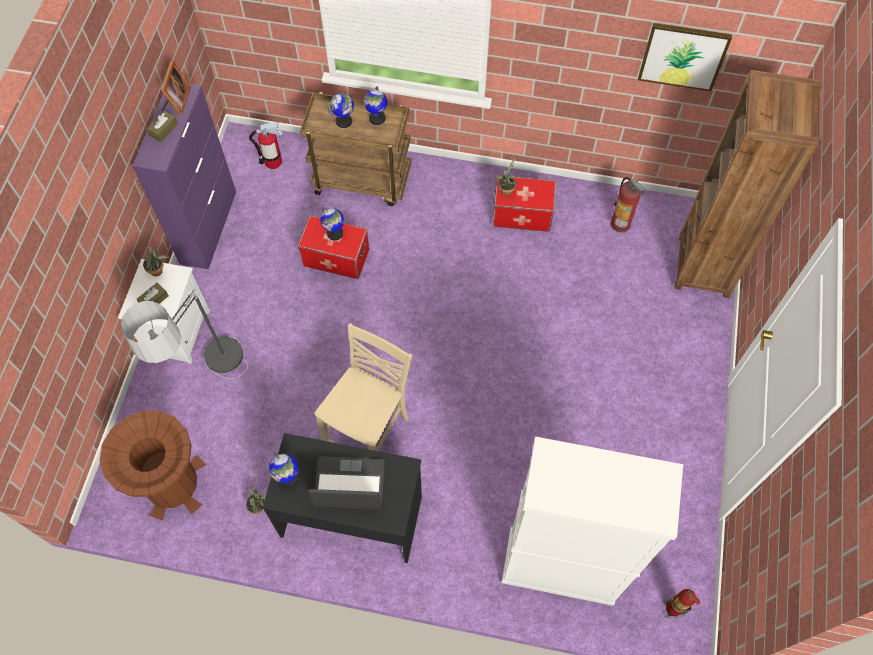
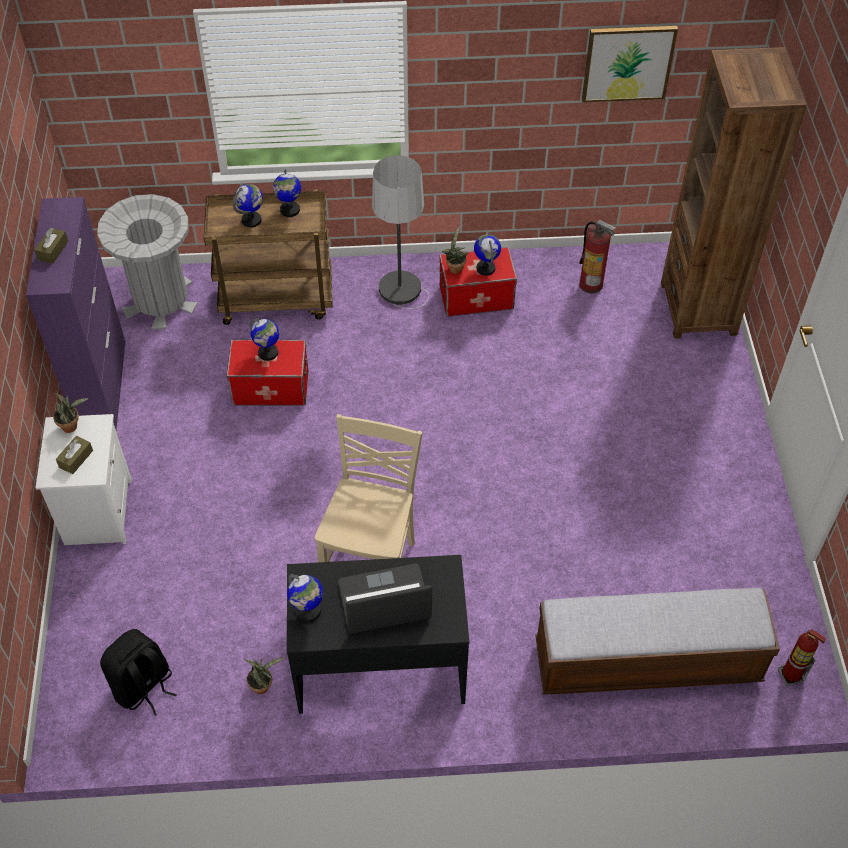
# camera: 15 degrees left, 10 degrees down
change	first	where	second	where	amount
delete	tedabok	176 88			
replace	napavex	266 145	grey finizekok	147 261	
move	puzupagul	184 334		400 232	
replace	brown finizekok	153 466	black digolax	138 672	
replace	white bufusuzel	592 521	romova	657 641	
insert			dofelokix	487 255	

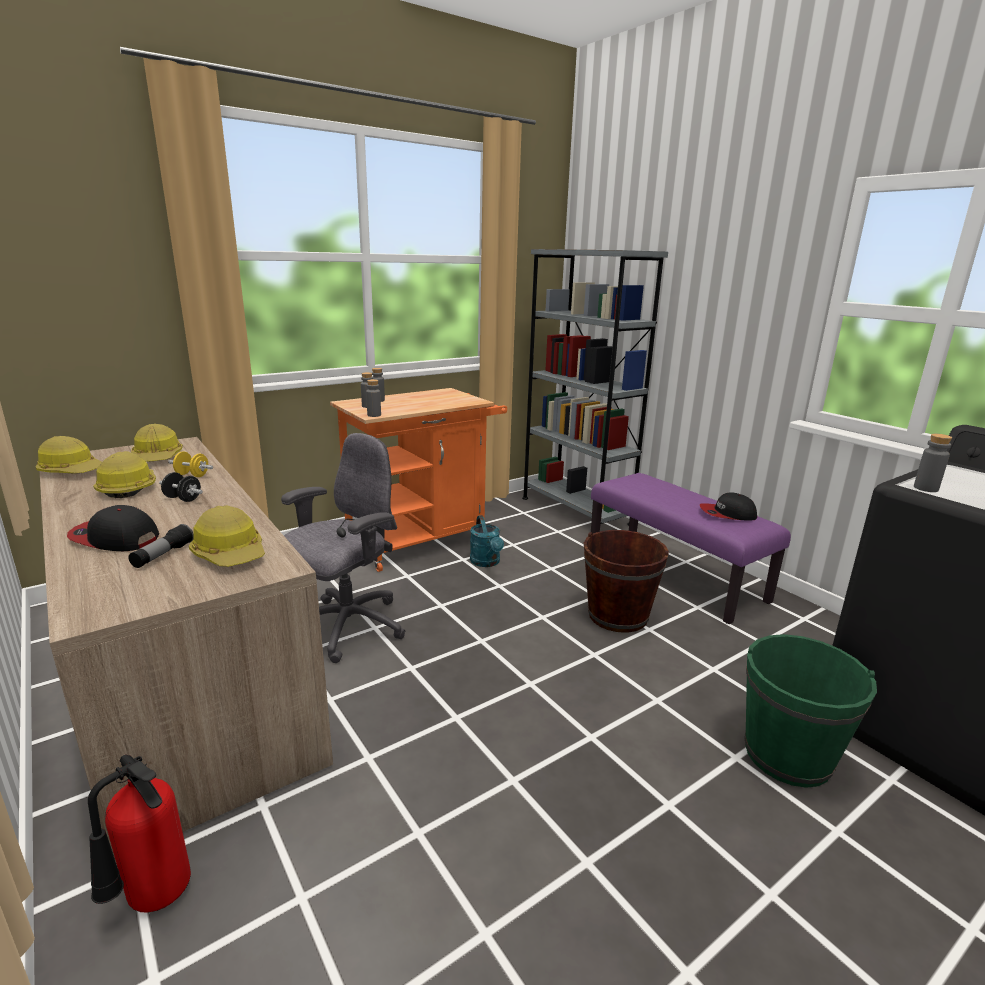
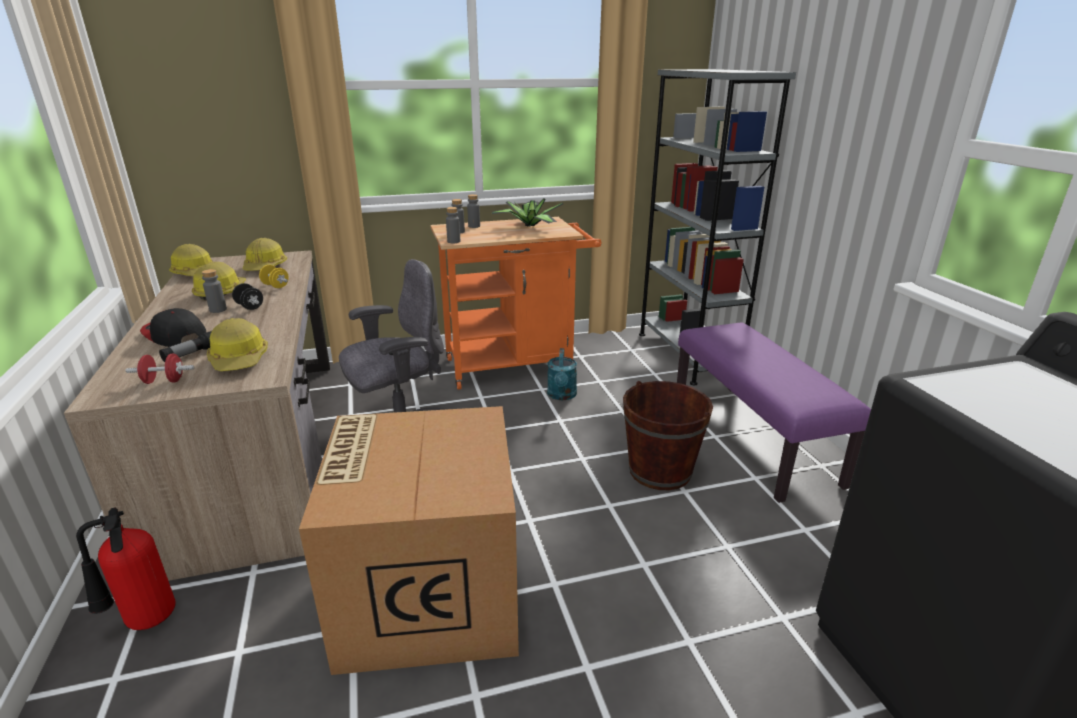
# camera: 20 degrees right, 5 degrees up
change	first	where	second	where	amount
move	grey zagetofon	933 463		214 291	
delete	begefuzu	728 506			
delete	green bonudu	811 711			
insert			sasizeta	527 213	
insert			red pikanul	160 369	
insert			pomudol	409 540	

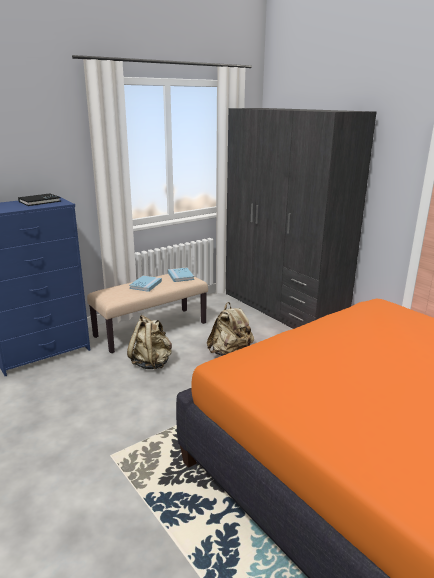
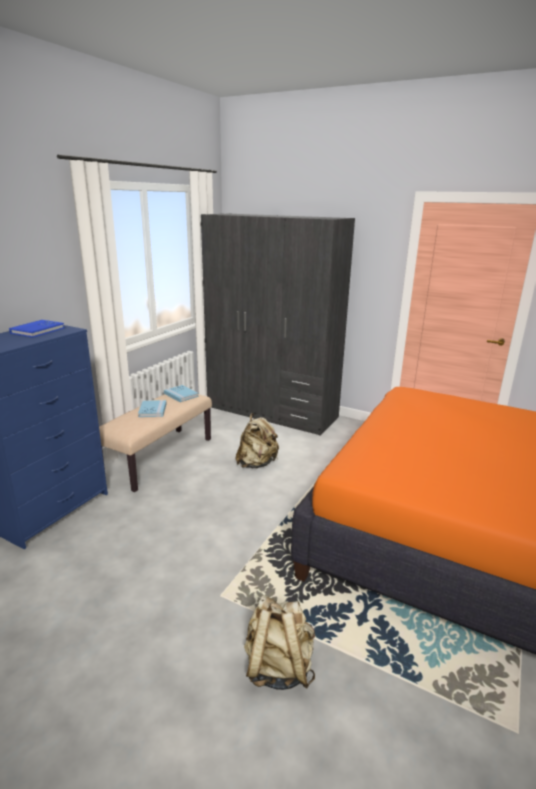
# camera: 25 degrees left, 0 degrees up
change	first	where	second	where	amount
recolor	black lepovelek	39 199	blue lepovelek	37 329	
move	beige digolax	149 342		279 642	

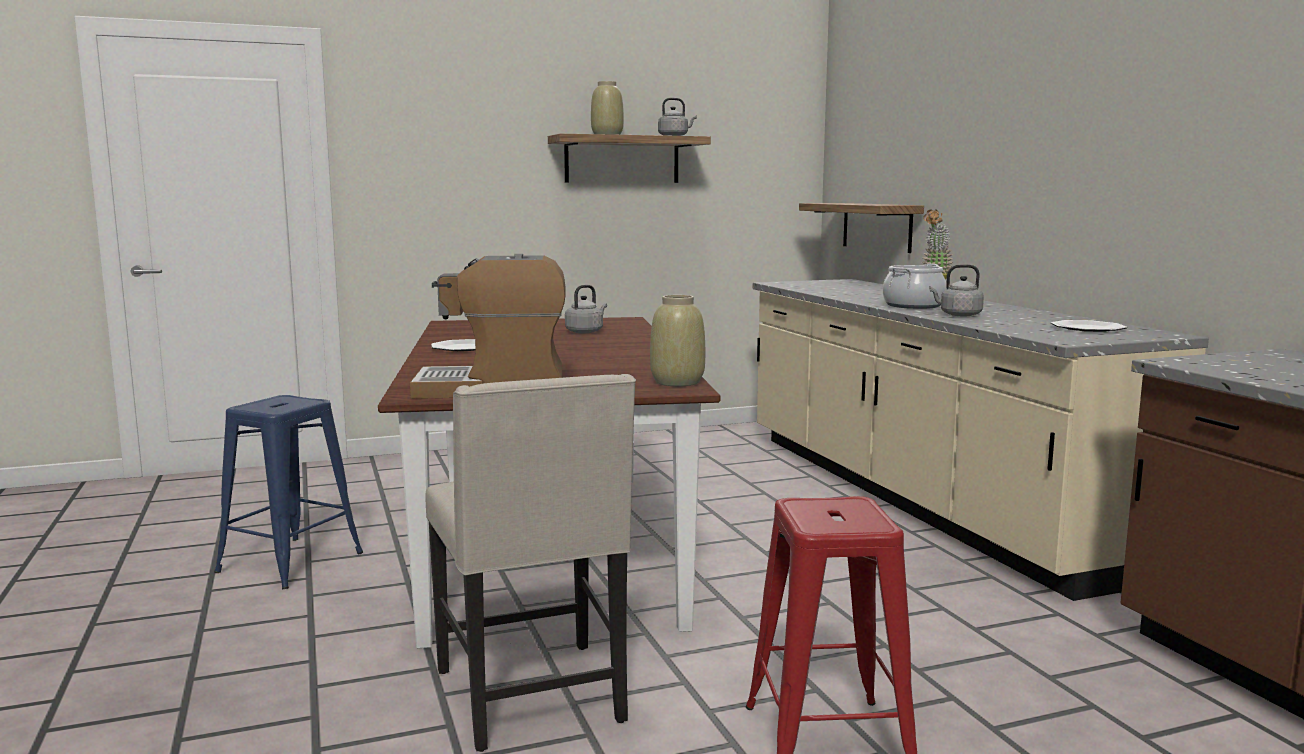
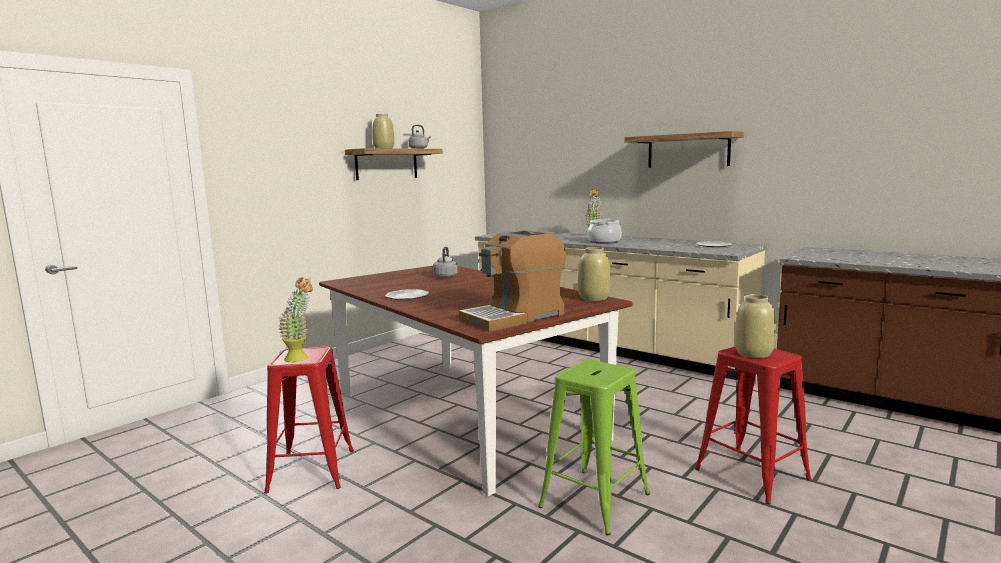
# camera: 30 degrees left, 0 degrees up
change	first	where	second	where	amount
move	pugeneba	861 228		684 149	
delete	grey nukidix	956 290			
replace	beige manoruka	530 563	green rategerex	594 447	
recolor	blue rategerex	288 492	red rategerex	309 420	
insert			sasizeta	295 319	
insert			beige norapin	755 326	

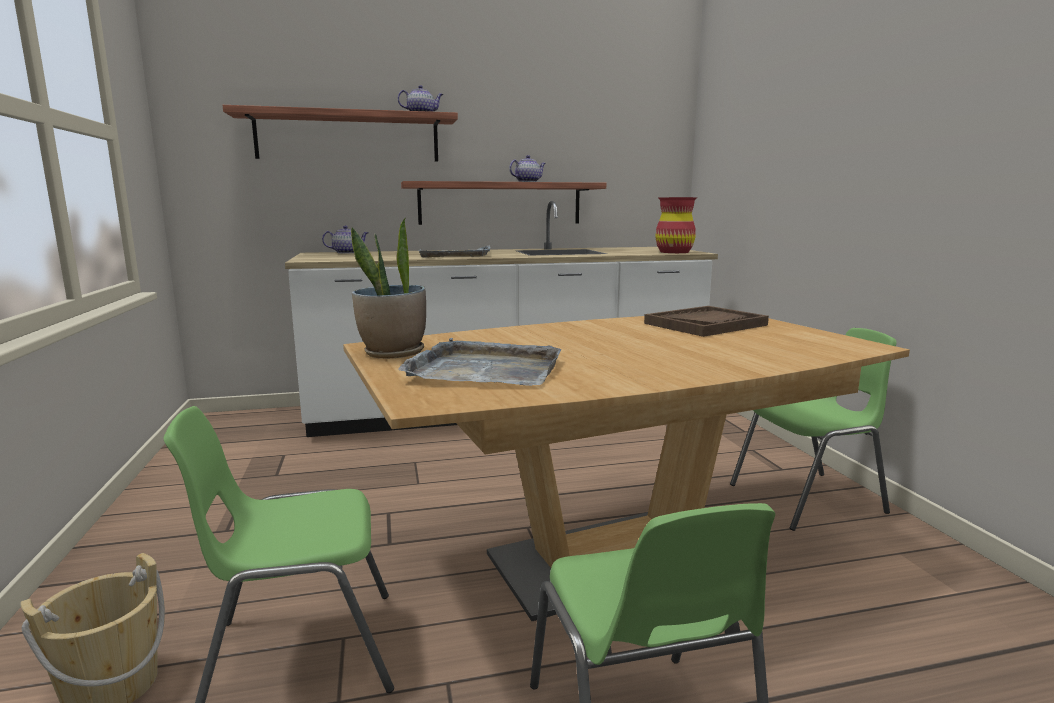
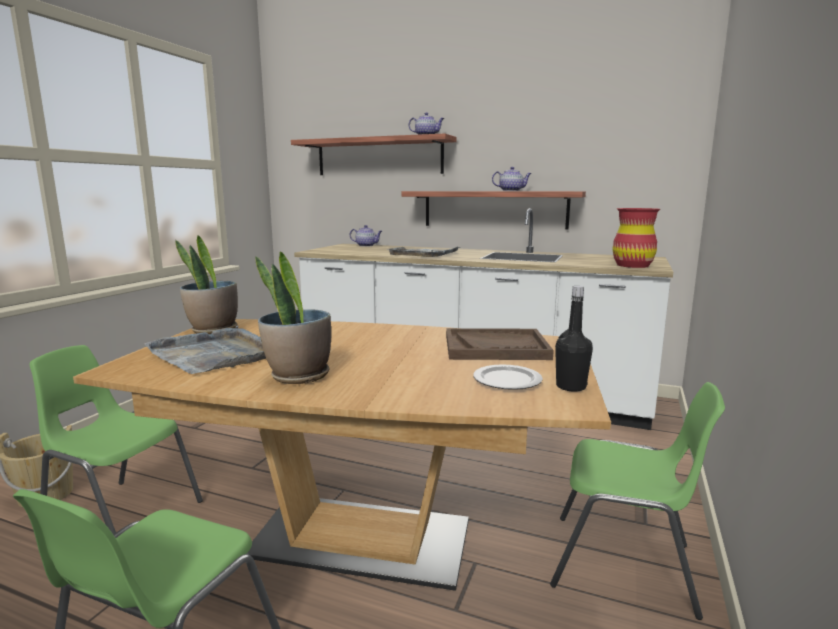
# camera: 35 degrees right, 0 degrees up
change	first	where	second	where	amount
insert			sasizeta	293 318	
insert			black zagetofon	574 339	
insert			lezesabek	508 377	

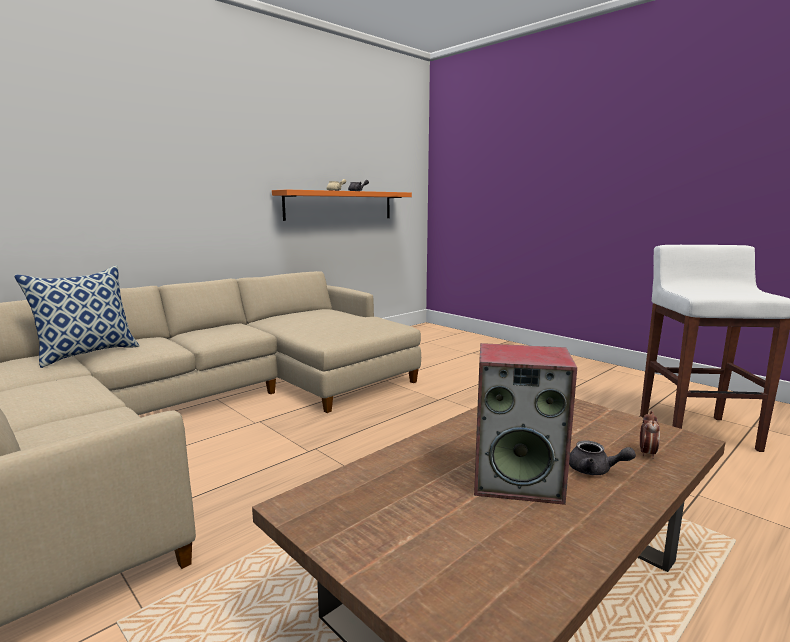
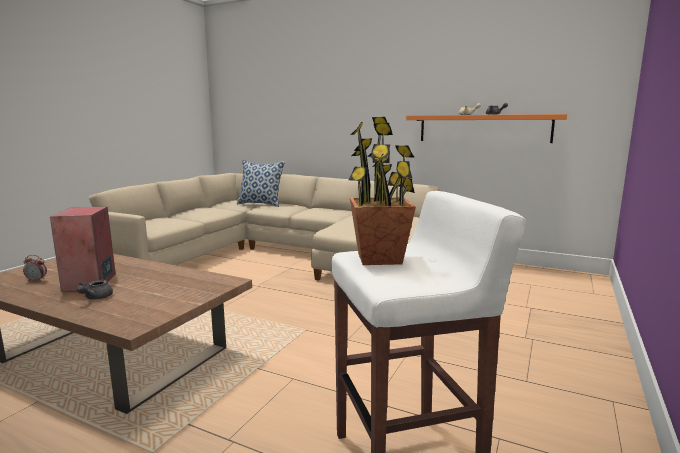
# camera: 70 degrees right, 0 degrees up
change	first	where	second	where	amount
move	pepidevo	650 434		35 268	
insert			sasizeta	382 191	

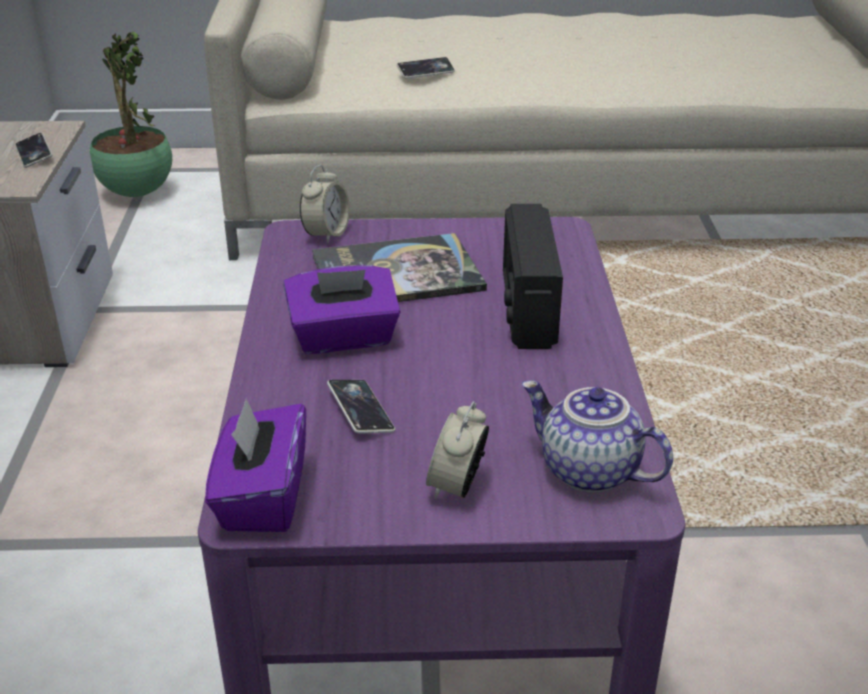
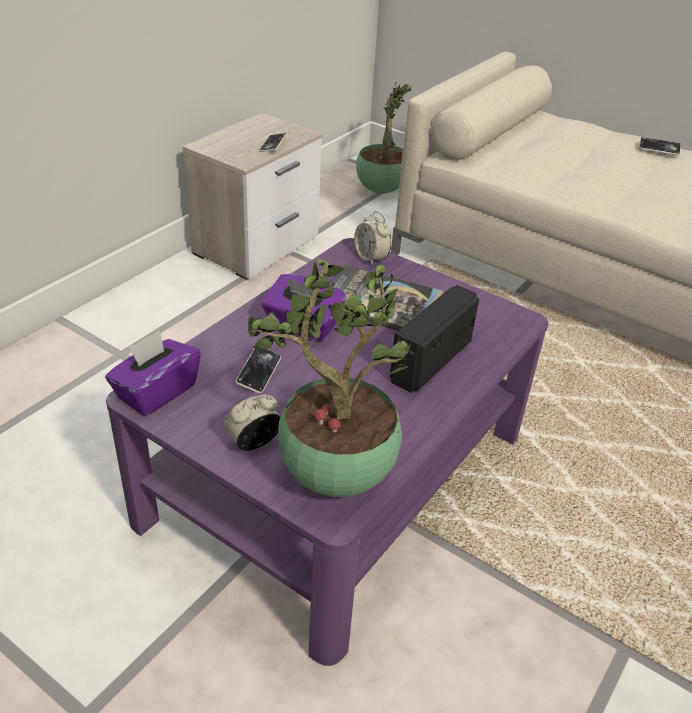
# camera: 35 degrees right, 5 degrees up
change	first	where	second	where	amount
move	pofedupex	426 68		660 146	
rotate	pepidevo	325 204		372 238	90 degrees clockwise
replace	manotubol	597 436	sasizeta	329 377	

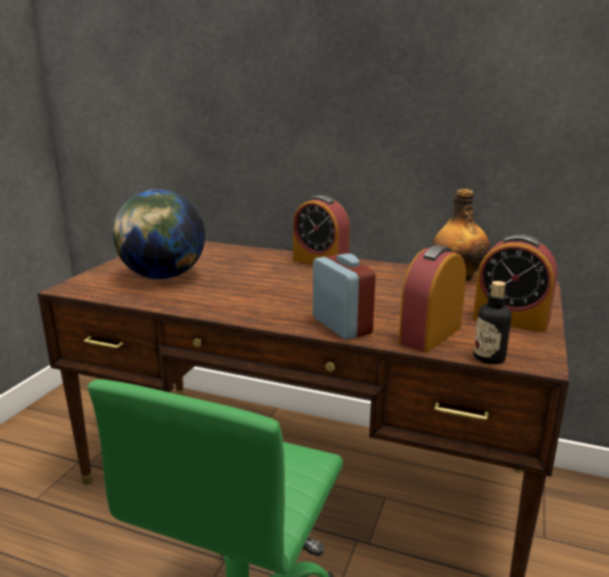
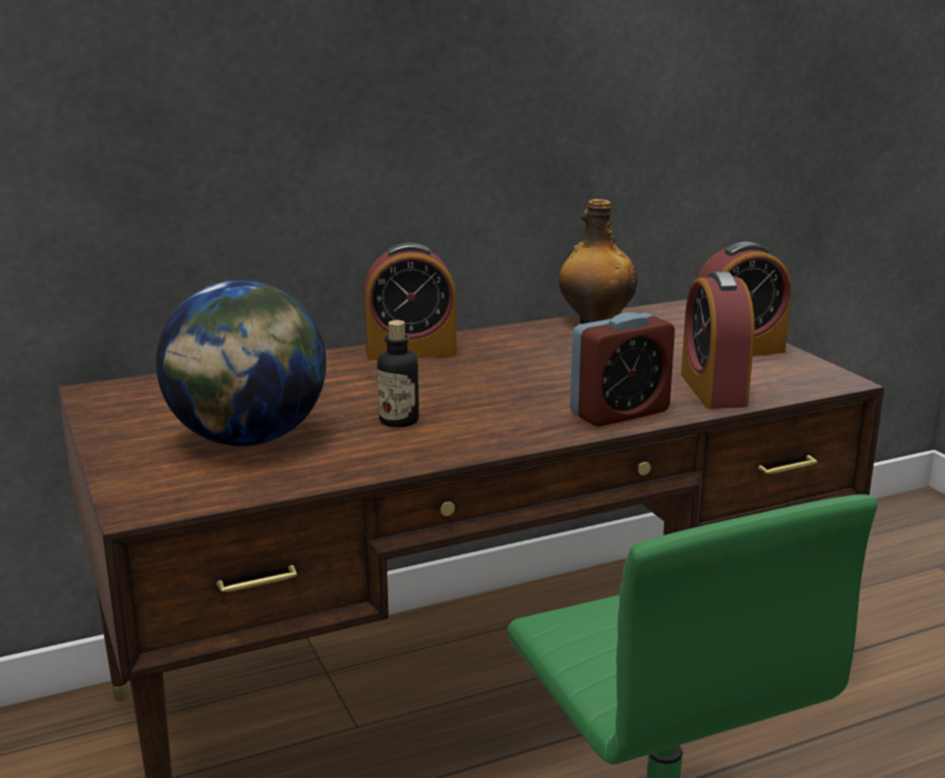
# camera: 45 degrees left, 0 degrees up
change	first	where	second	where	amount
rotate	pepidevo	344 297		622 369	135 degrees clockwise
move	zagetofon	493 322		398 373	

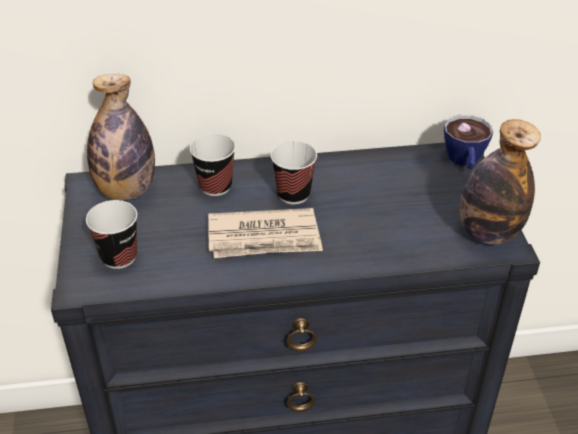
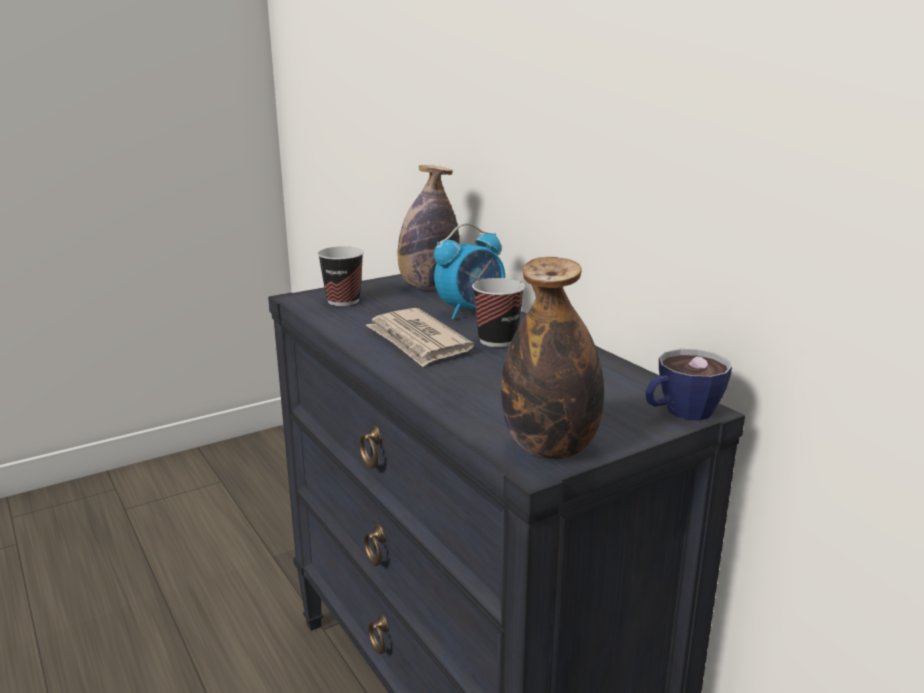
# camera: 65 degrees right, 20 degrees down
change	first	where	second	where	amount
replace	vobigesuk	212 164	pepidevo	469 271	

